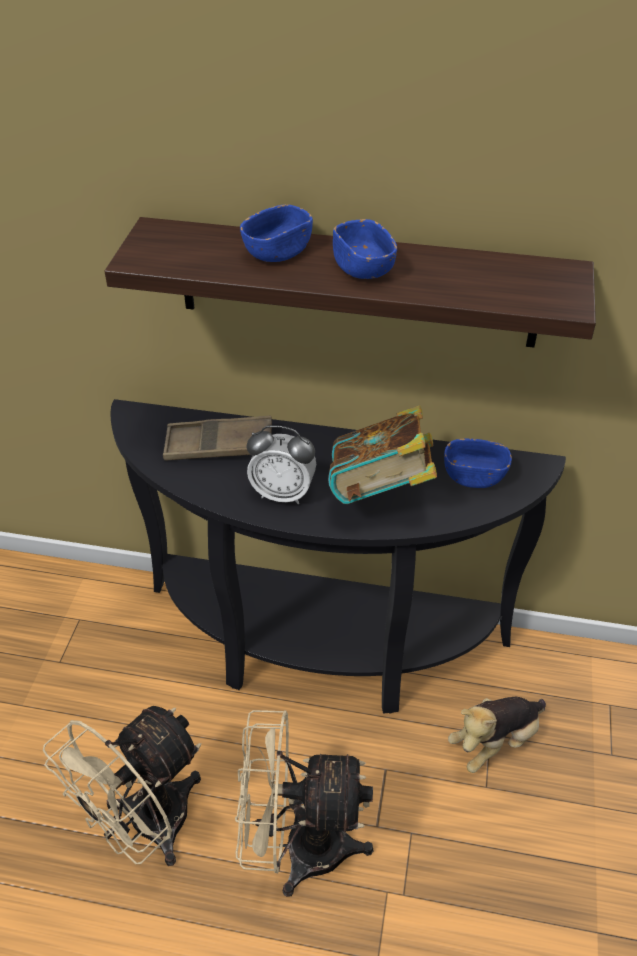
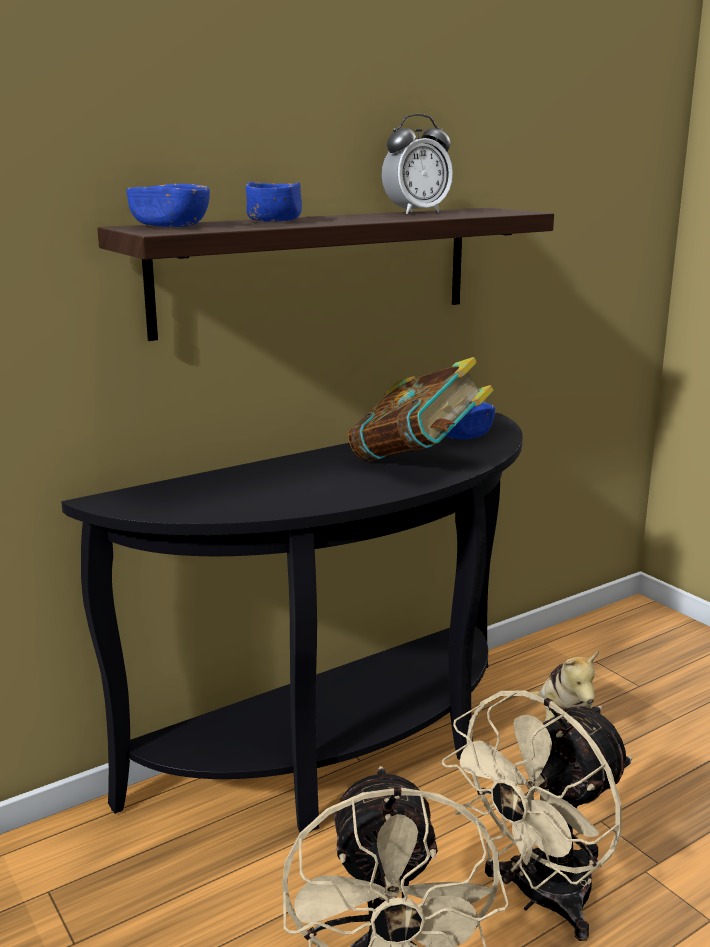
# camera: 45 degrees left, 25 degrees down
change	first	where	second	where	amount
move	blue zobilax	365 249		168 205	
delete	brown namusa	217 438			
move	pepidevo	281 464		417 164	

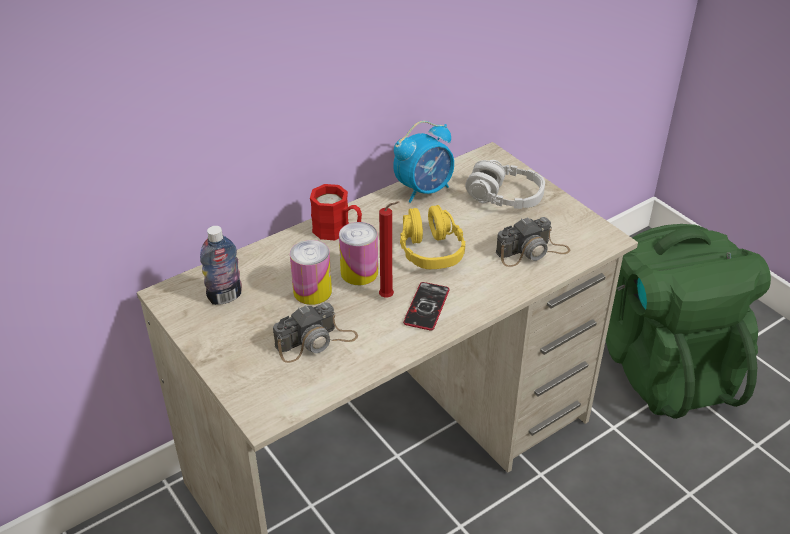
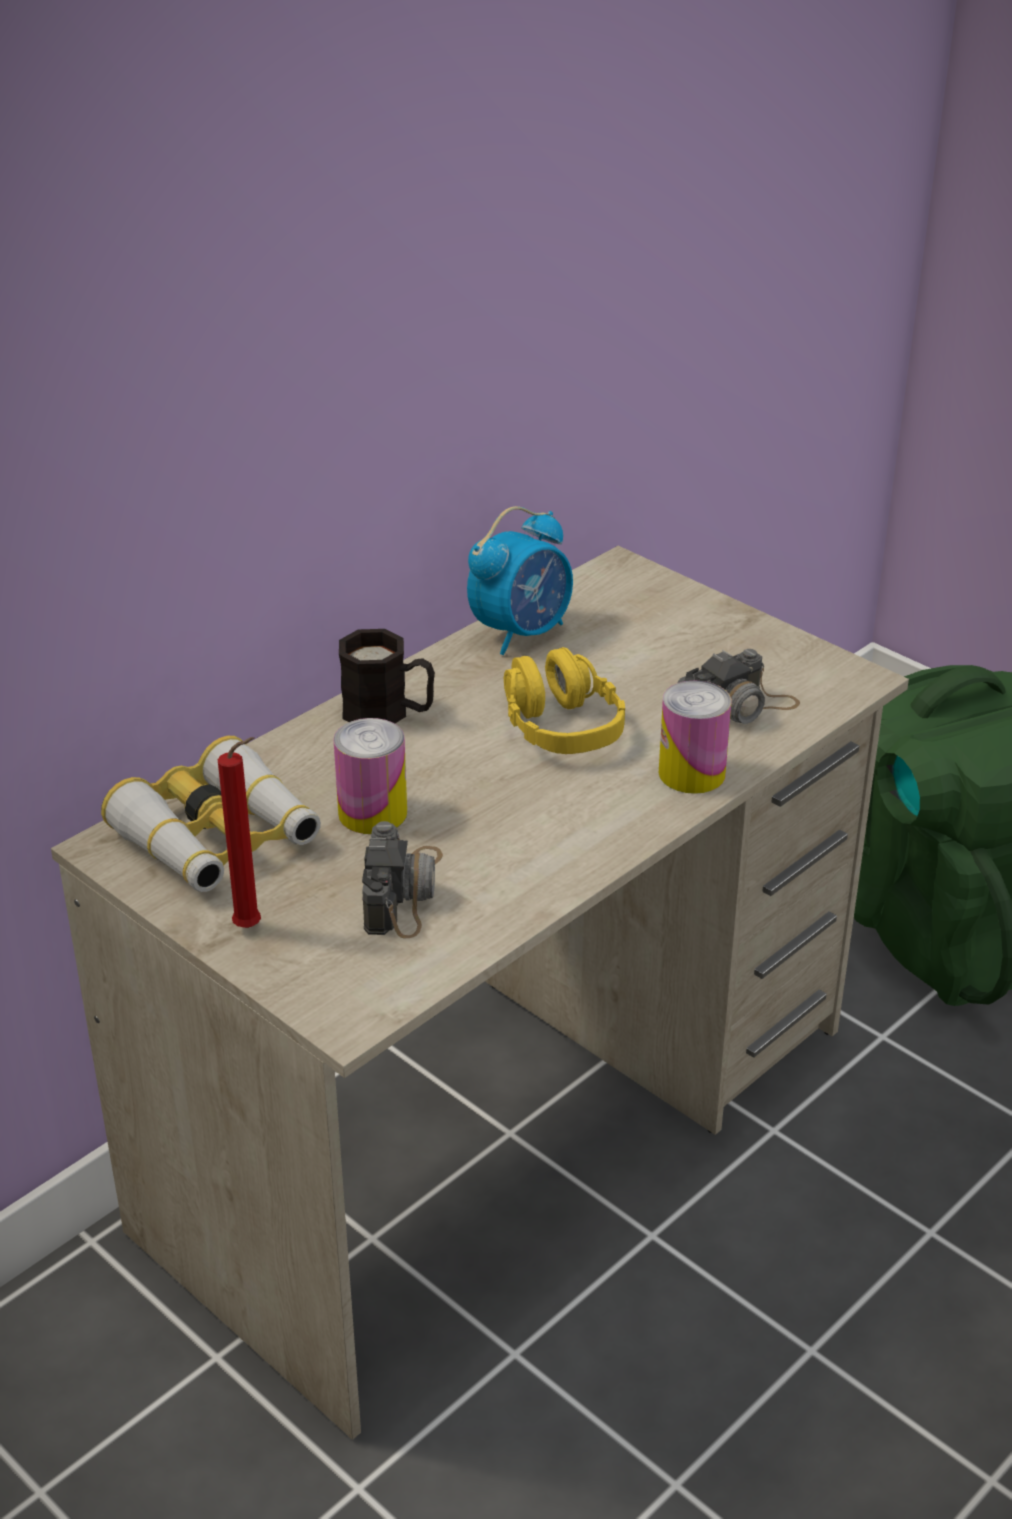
# camera: 10 degrees left, 5 degrees down
change	first	where	second	where	amount
delete	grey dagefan	505 184			
recolor	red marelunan	336 212	black marelunan	387 676	
move	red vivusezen	389 249		239 832	
move	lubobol	358 253		695 737	
replace	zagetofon	221 265	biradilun	211 814	
delete	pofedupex	426 306			
rotate	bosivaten	315 332		402 879	45 degrees counterclockwise

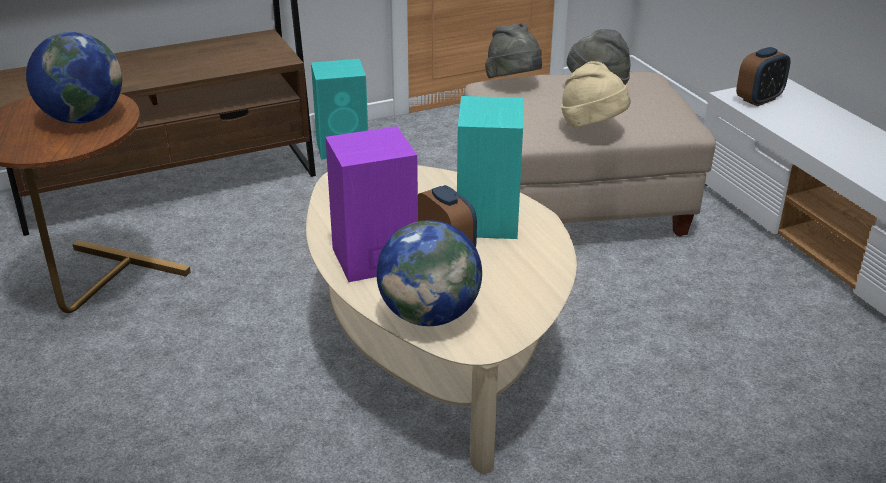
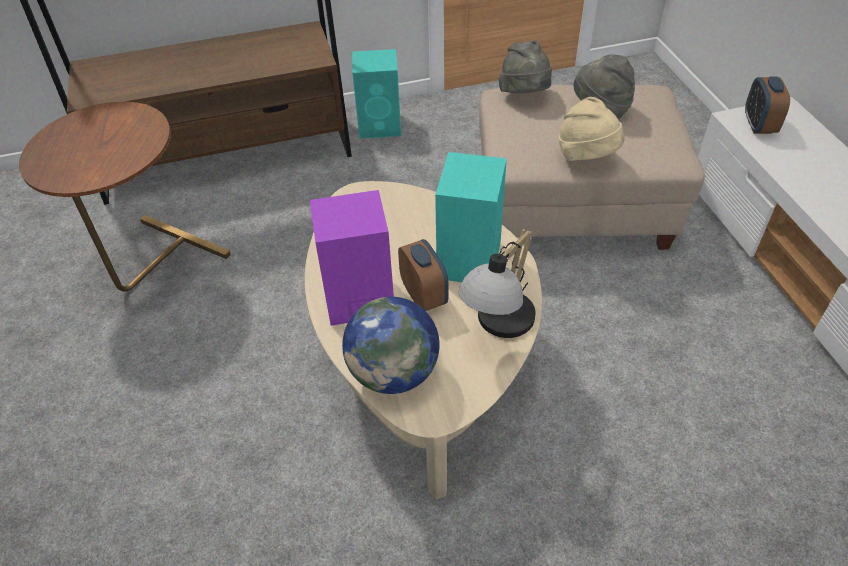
# camera: 10 degrees right, 15 degrees up
change	first	where	second	where	amount
delete	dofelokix	74 78			
rotate	pepidevo	763 76		767 105	120 degrees clockwise
insert			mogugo	497 283	

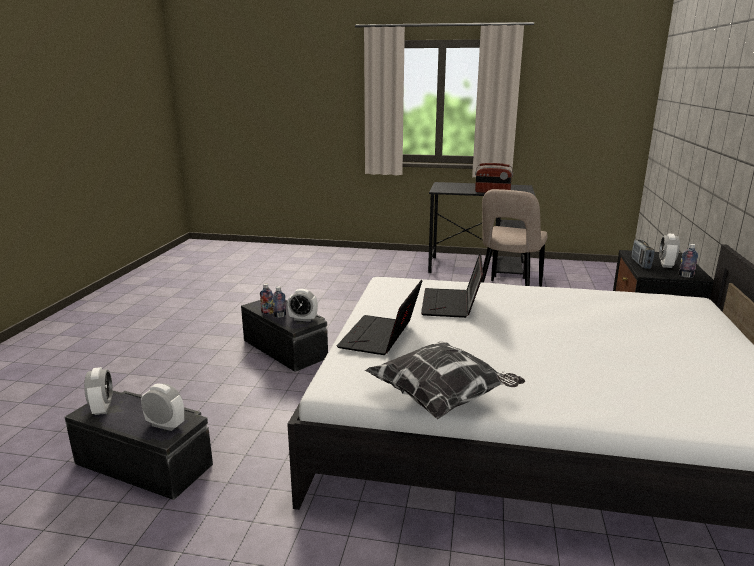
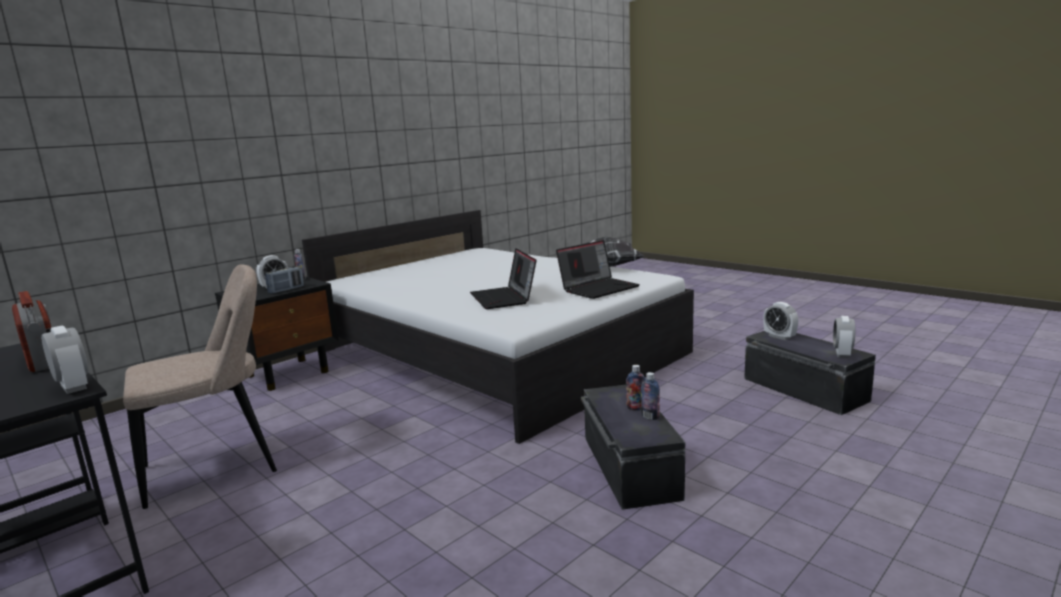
# camera: 145 degrees left, 5 degrees down
change	first	where	second	where	amount
rotate	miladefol	452 285		503 278	120 degrees clockwise
move	pepidevo	302 305		64 359	

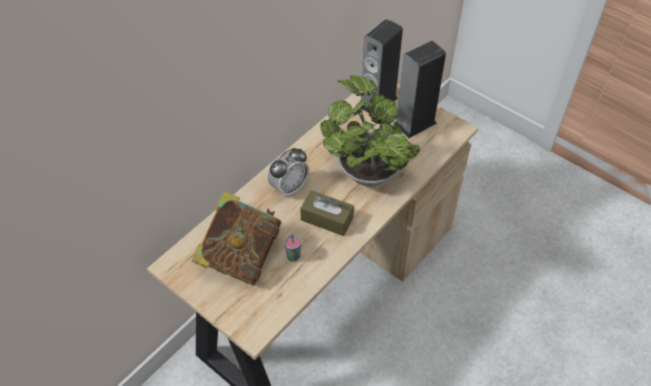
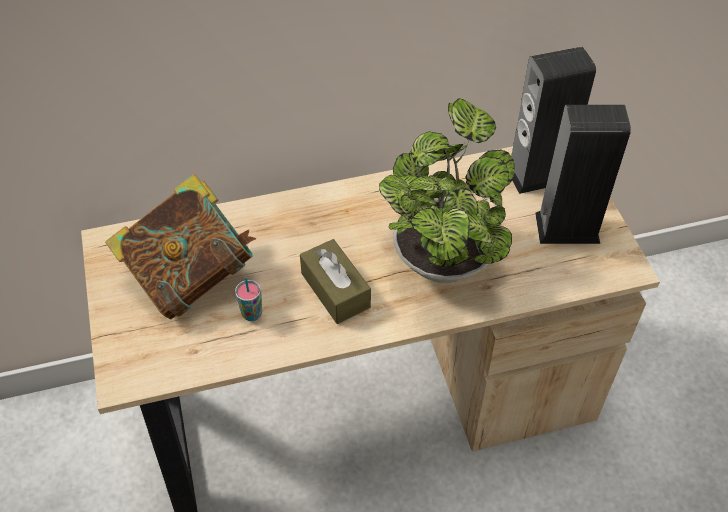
# camera: 35 degrees right, 0 degrees up
change	first	where	second	where	amount
delete	pepidevo	288 173			

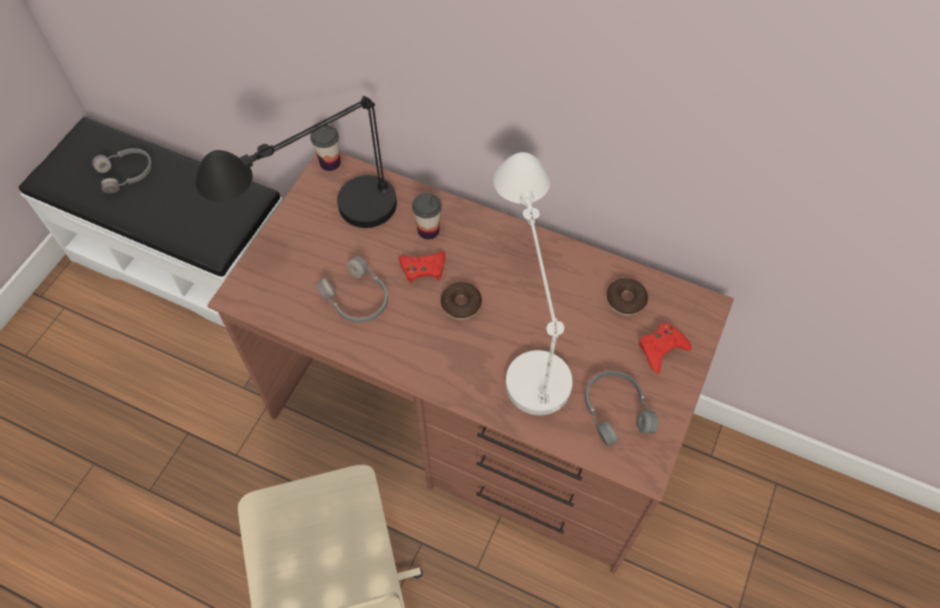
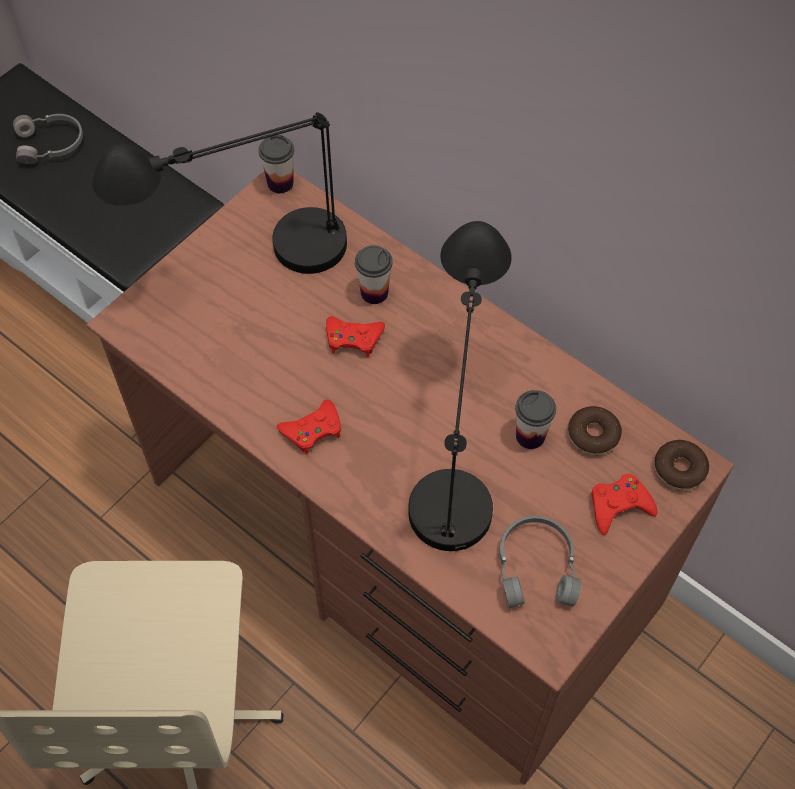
# camera: 15 degrees right, 0 degrees up
change	first	where	second	where	amount
recolor	white mogugo	533 283	black mogugo	460 386	
delete	grey dagefan	352 289			
move	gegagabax	461 301		681 465	
insert			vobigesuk	535 419	
insert			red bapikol	309 427	

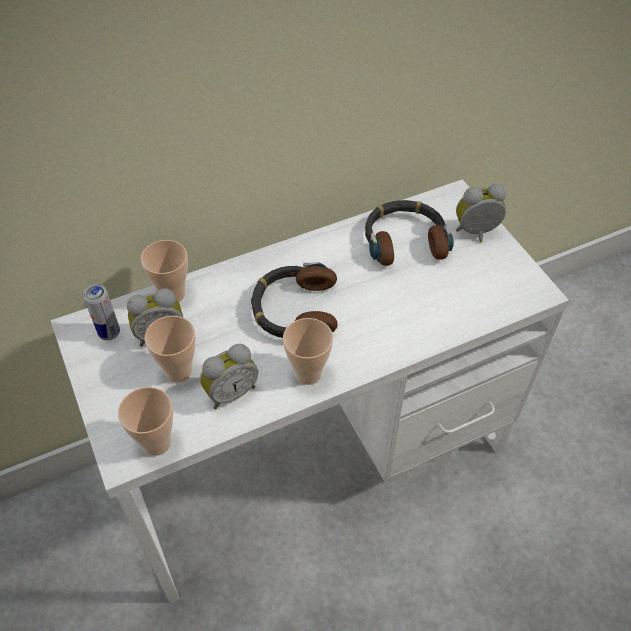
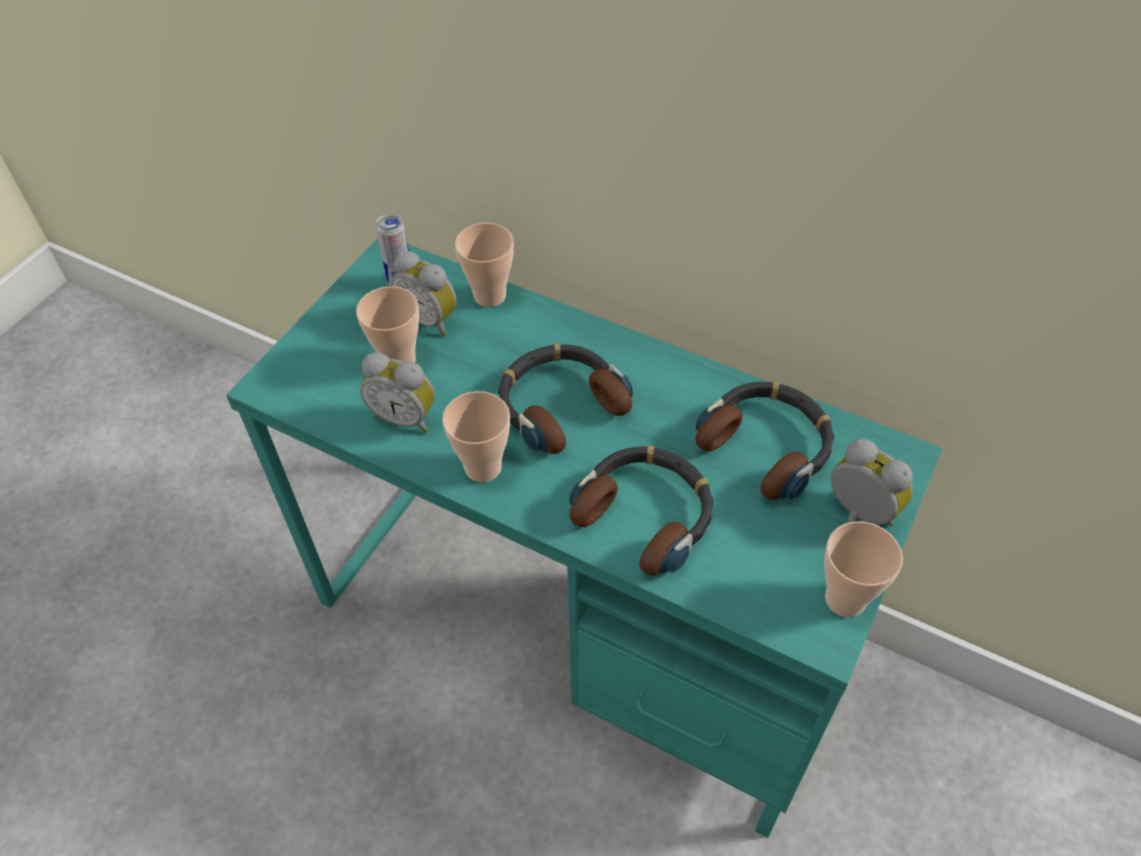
# camera: 55 degrees right, 0 degrees up
change	first	where	second	where	amount
recolor	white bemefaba	310 391	turquoise bemefaba	584 538	
move	vobigesuk	145 421		863 569	
insert			dagefan	641 510	

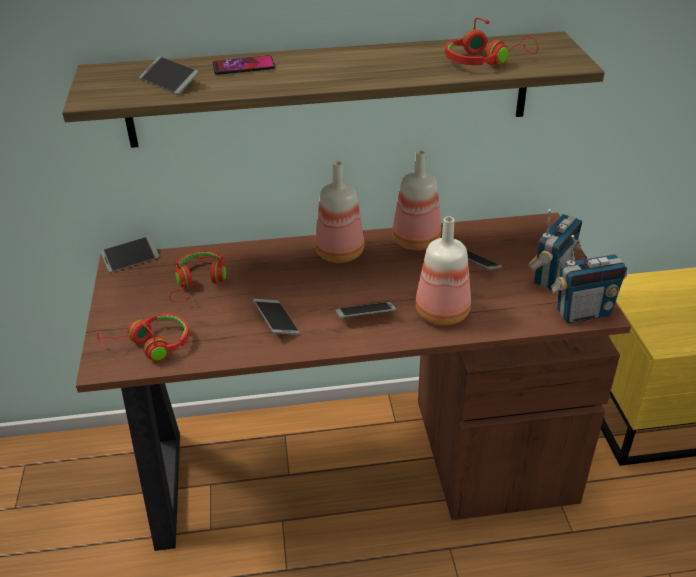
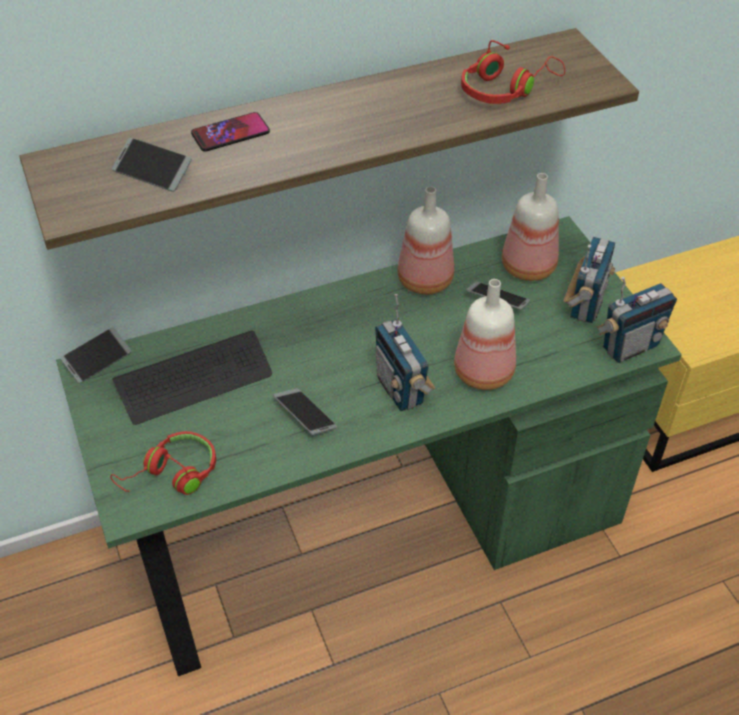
# camera: 15 degrees left, 10 degrees up
change	first	where	second	where	amount
move	zagetofon	339 212		530 227	
recolor	brown bemefaba	353 382	green bemefaba	369 446	
replace	red dagefan	197 276	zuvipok	192 378	
replace	pofedupex	365 310	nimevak	405 352	

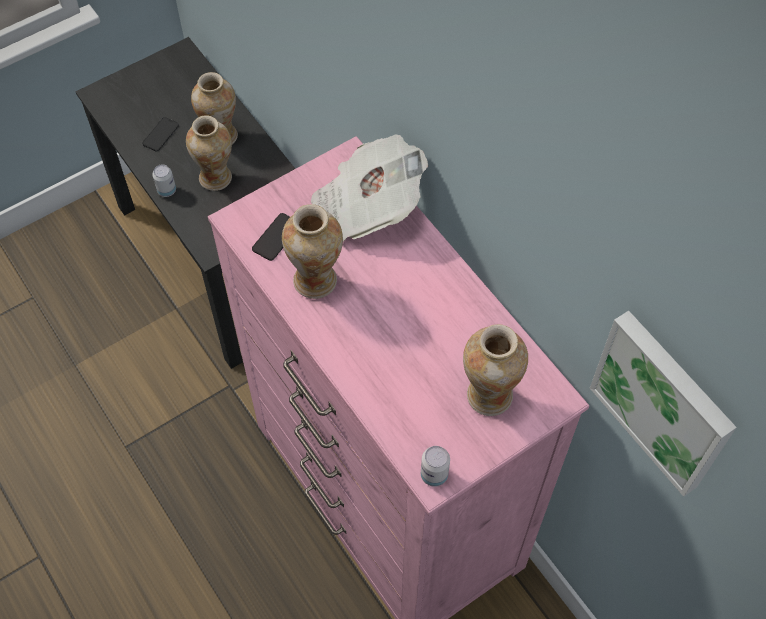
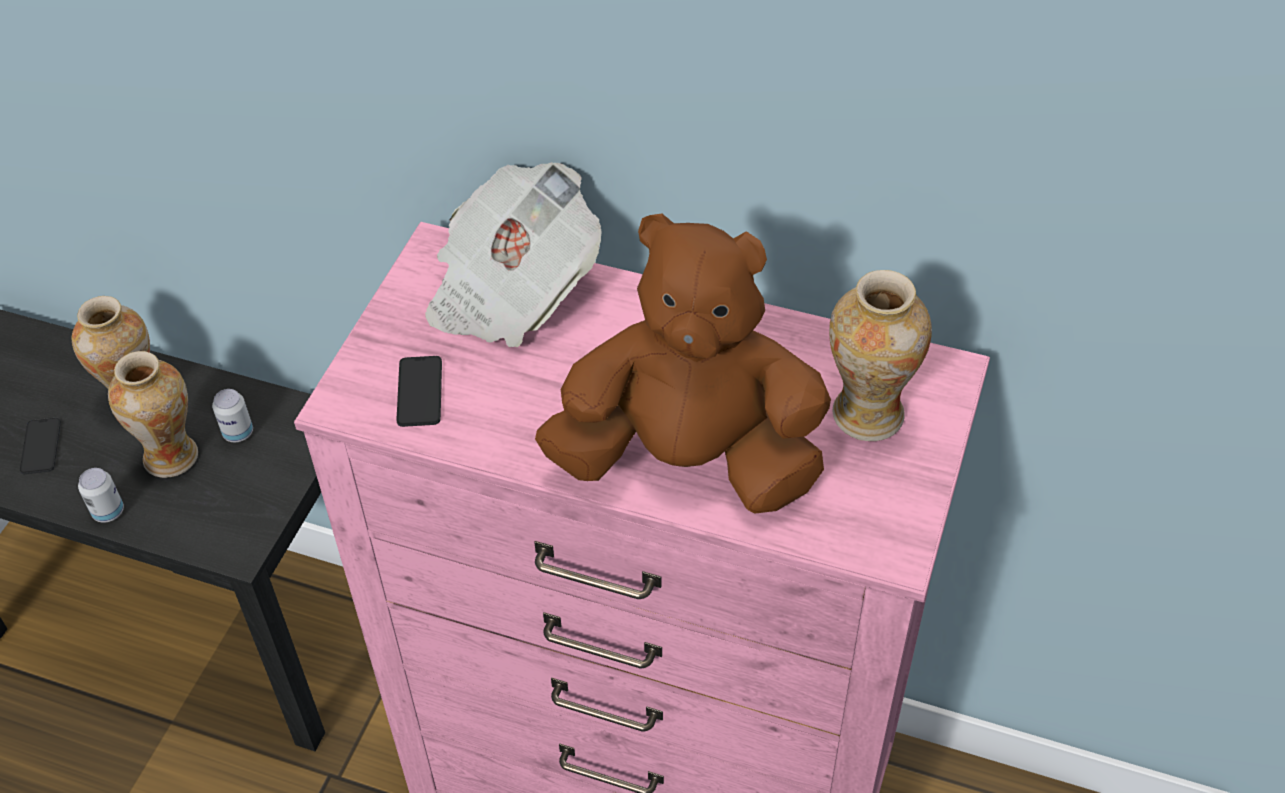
# camera: 35 degrees left, 10 degrees down
change	first	where	second	where	amount
delete	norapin	312 251			
delete	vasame	663 404			
move	lubobol	435 466		232 415	
insert			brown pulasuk	683 363	

